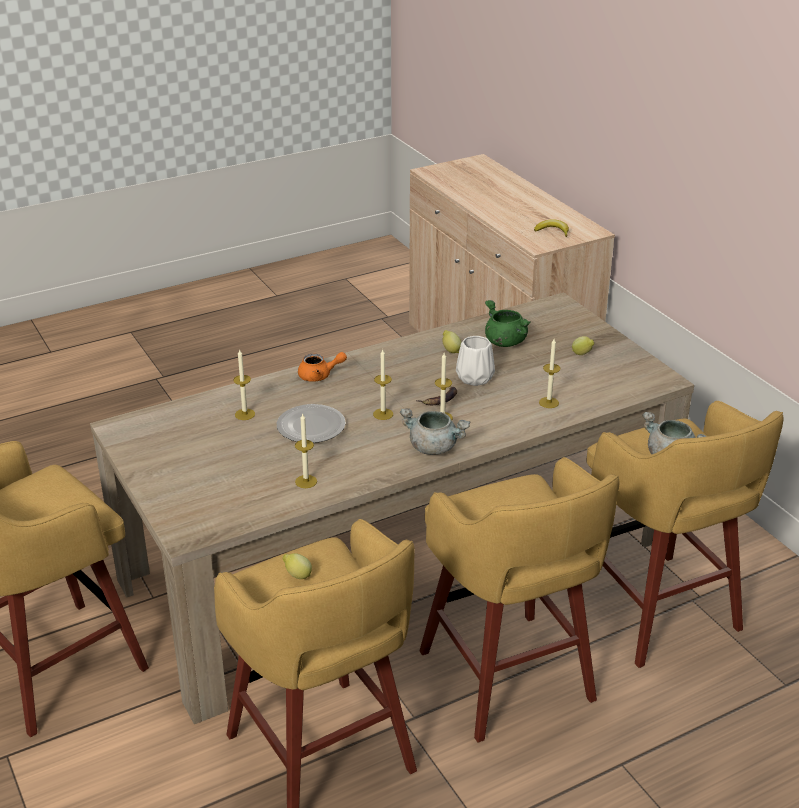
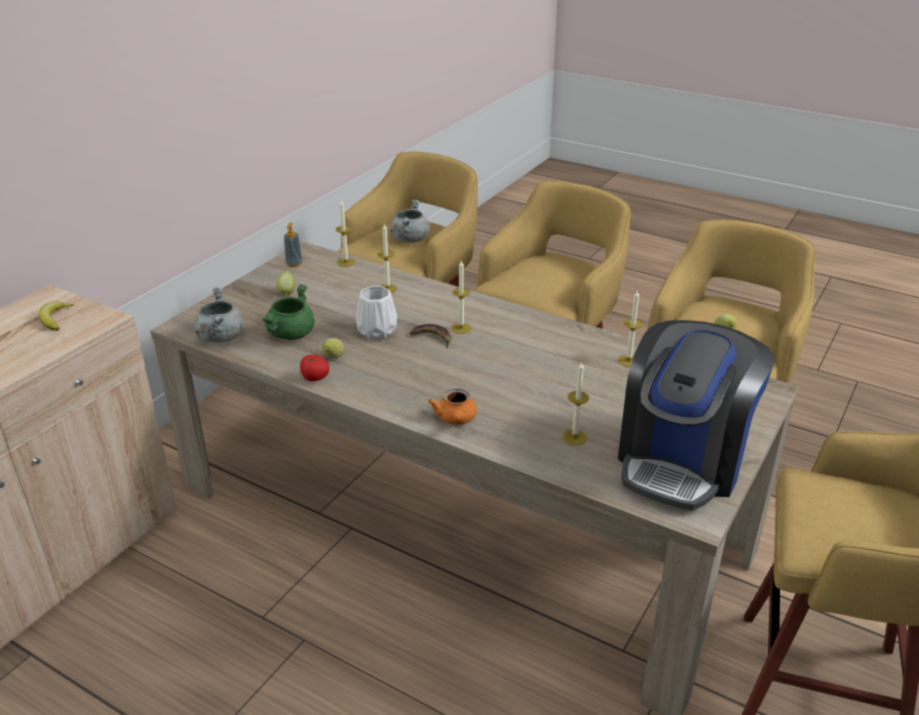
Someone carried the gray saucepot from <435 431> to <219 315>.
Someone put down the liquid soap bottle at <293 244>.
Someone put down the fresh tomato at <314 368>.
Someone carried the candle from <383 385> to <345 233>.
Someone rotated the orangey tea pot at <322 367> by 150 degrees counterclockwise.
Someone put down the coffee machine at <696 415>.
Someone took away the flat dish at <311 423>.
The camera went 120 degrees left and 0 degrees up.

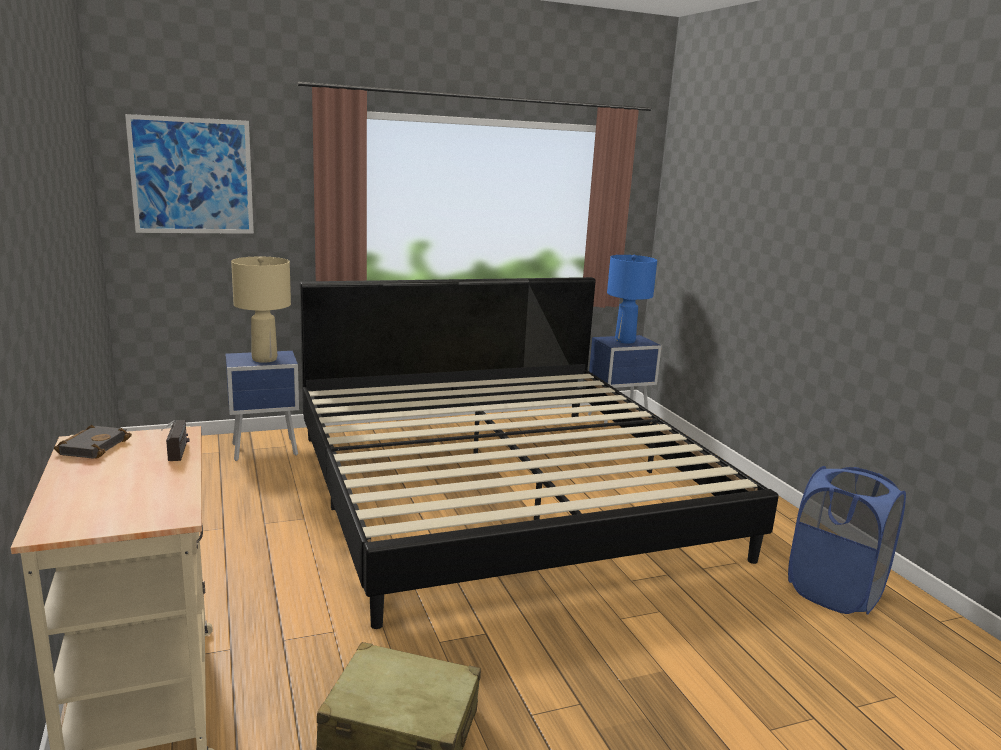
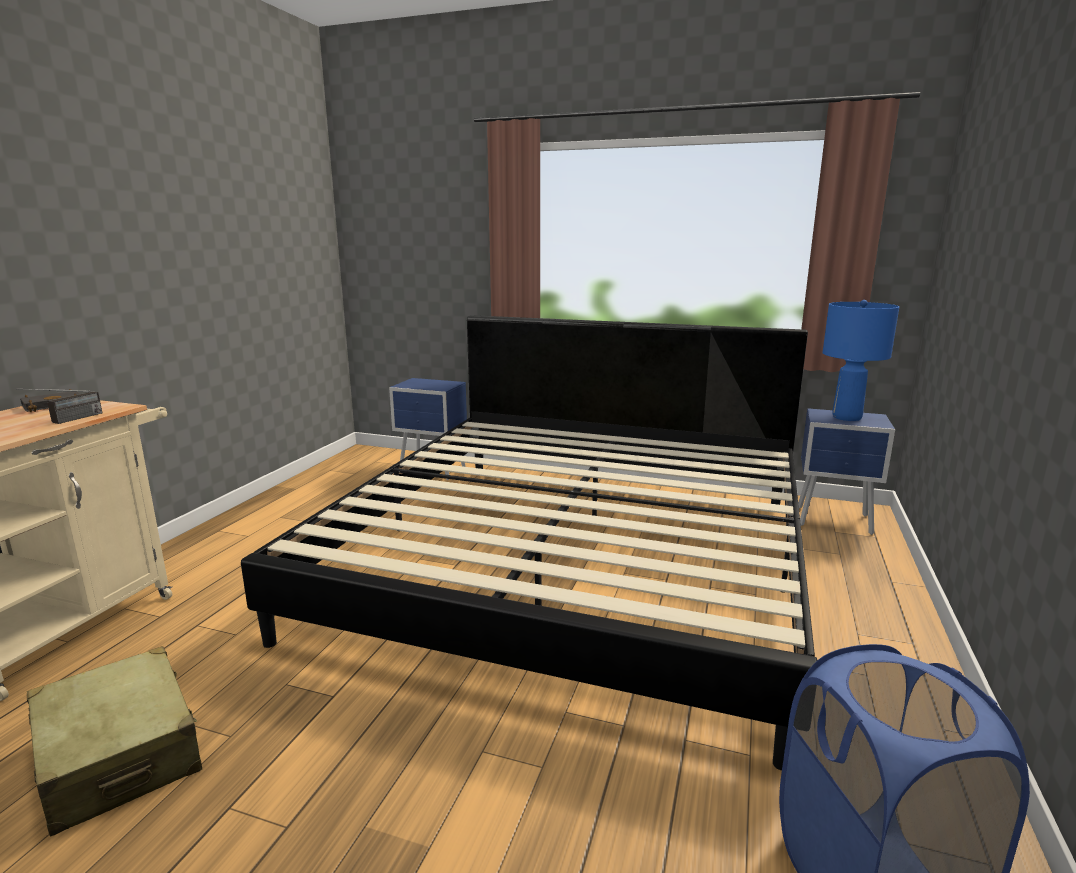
Someone took away the wall art at <189 174>.
Someone took away the beige table lamp at <261 310>.
The camera went 40 degrees right and 0 degrees up.

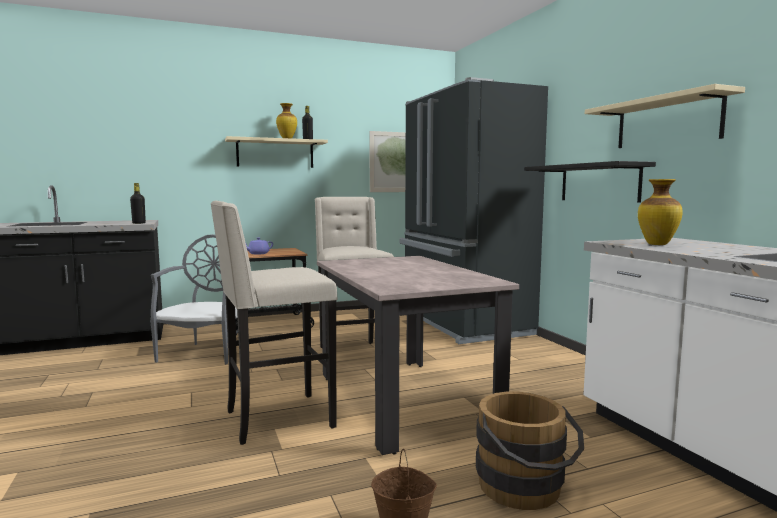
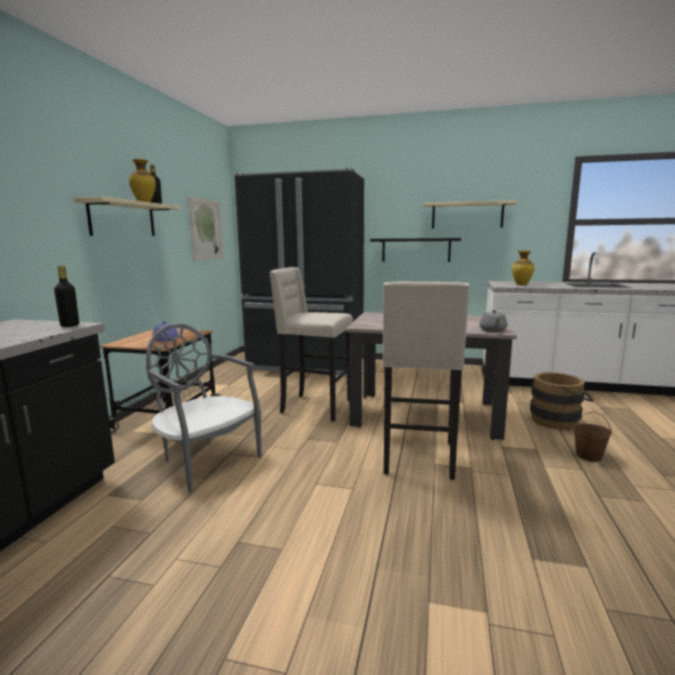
Someone put down the gray tea pot at <493 321>.
The camera went 55 degrees left and 5 degrees up.

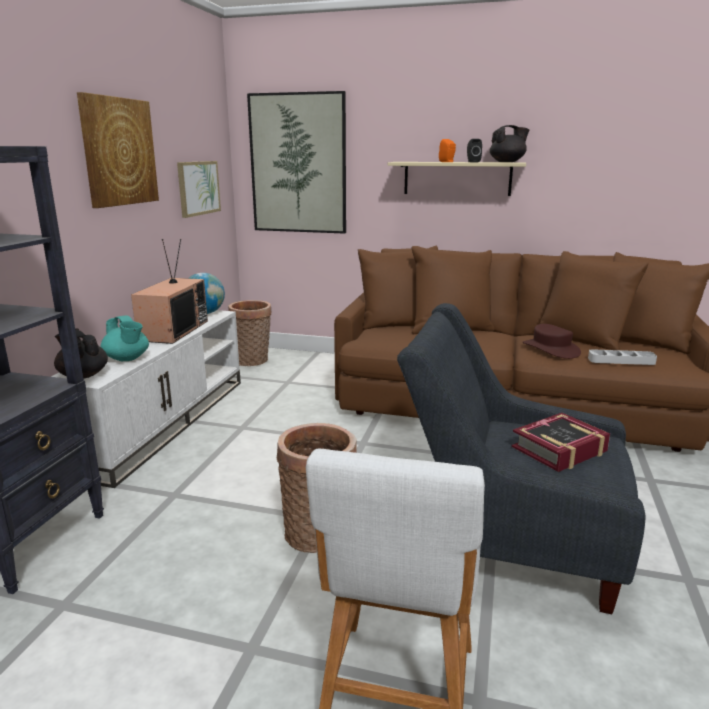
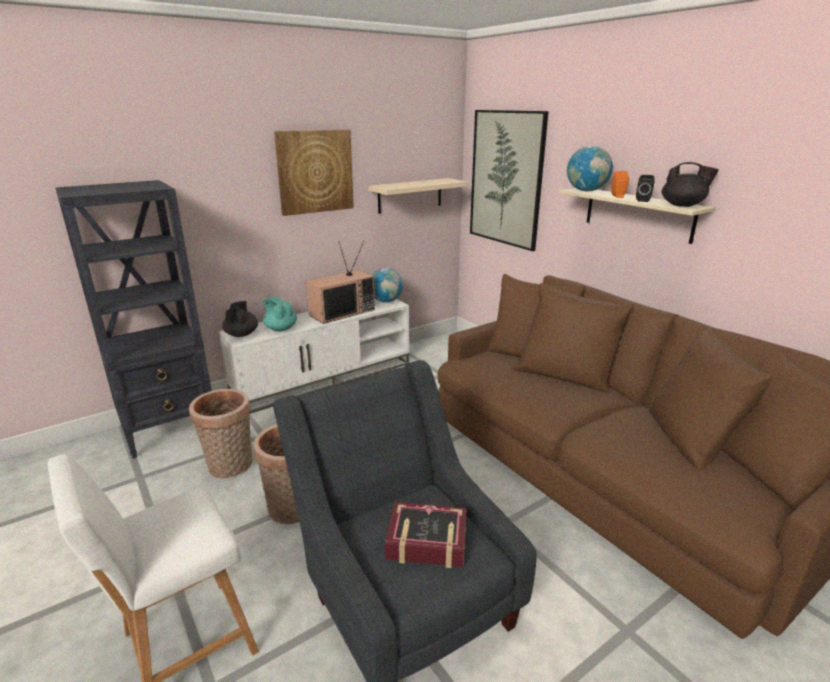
Someone carried the household basket from <250 333> to <221 434>.
Someone rotated the blue-green tea pot at <124 338> by 135 degrees clockwise.
Someone swapped the wall art at <199 189> for the beige wall shelf at <418 196>.
Someone put down the desk globe at <590 168>.
Someone took away the brown wearable hat at <552 341>.
Someone took away the gray serving tray at <622 357>.
The camera went 40 degrees right and 5 degrees up.

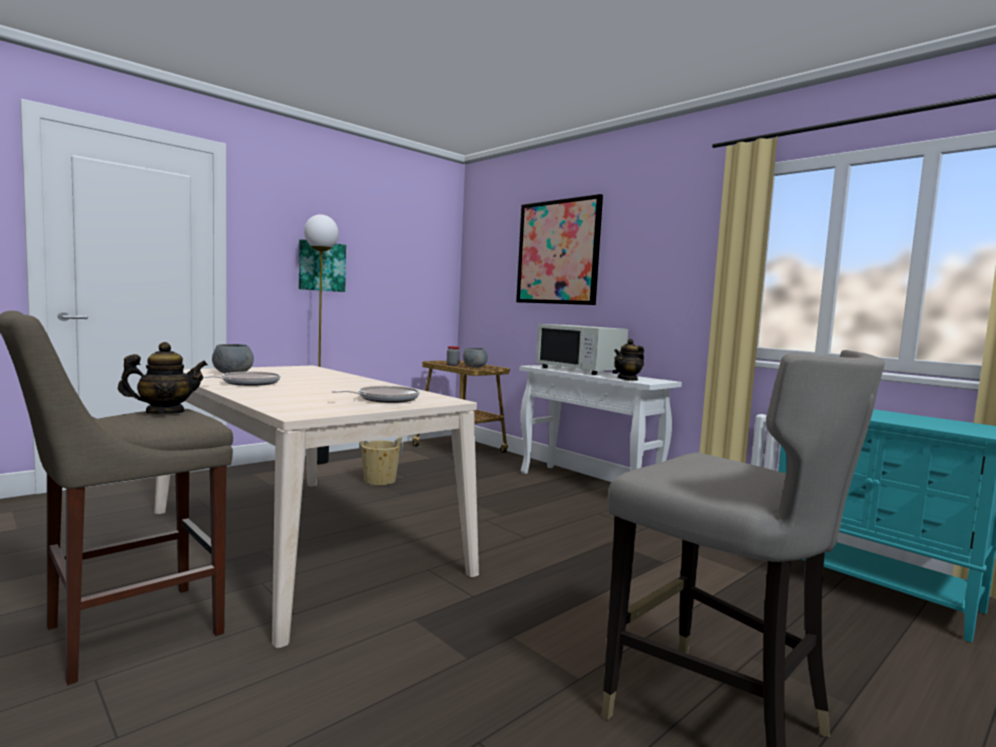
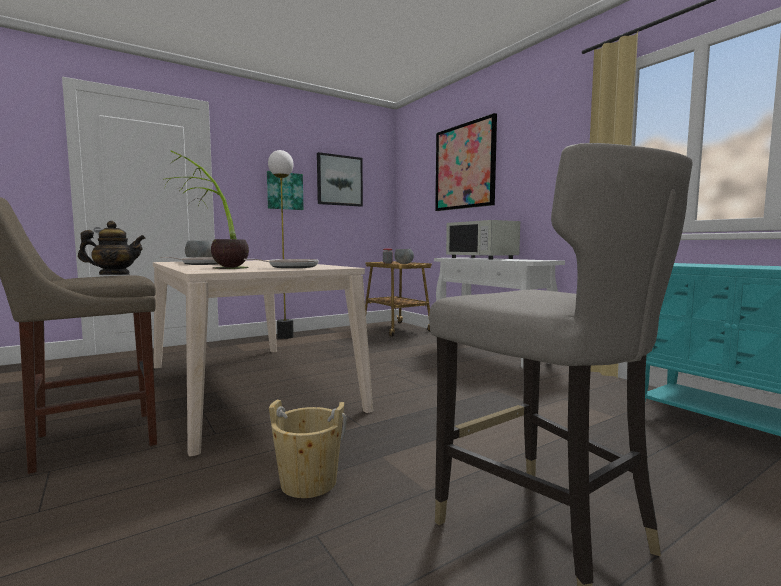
Someone put down the potted plant at <207 209>.
Someone carried the beige water bucket from <381 460> to <308 449>.
Someone put up the wall art at <340 179>.
Someone took away the tea pot at <629 360>.
The camera went 10 degrees right and 0 degrees up.

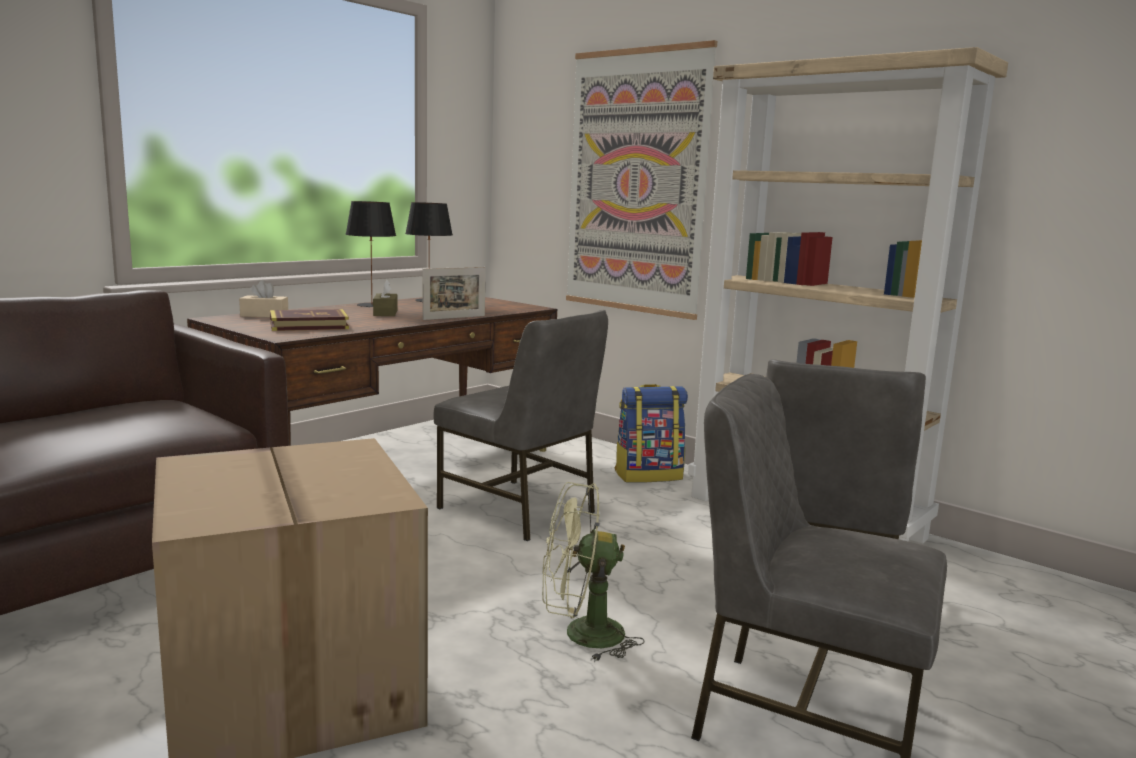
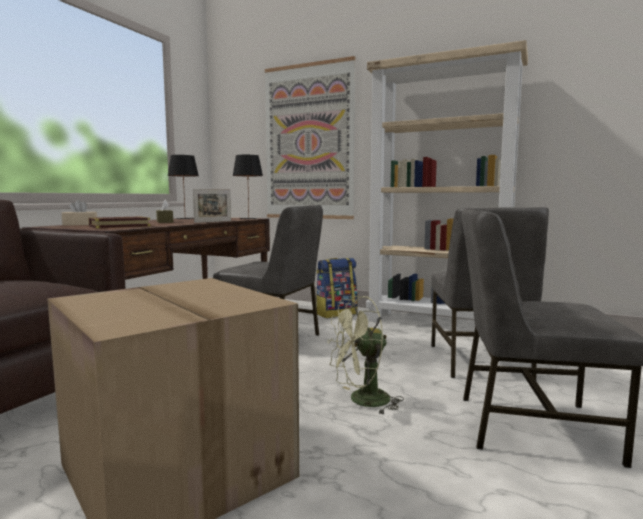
Someone carried the black-coloured table lamp from <370 254> to <248 187>.
The camera went 15 degrees left and 5 degrees down.

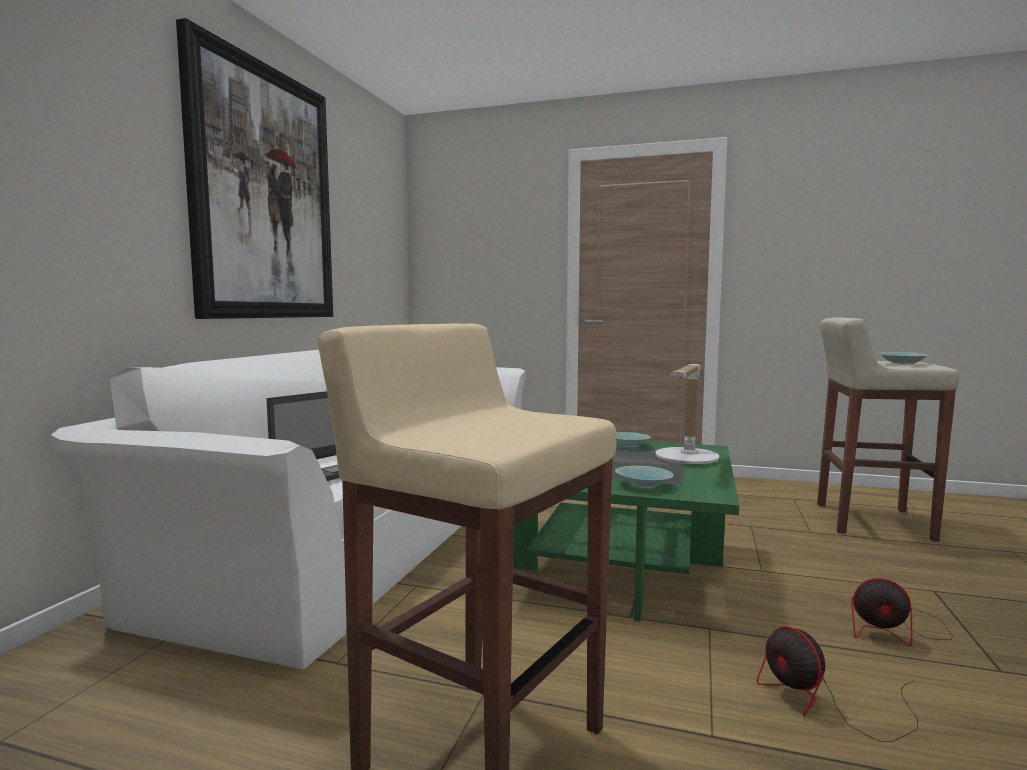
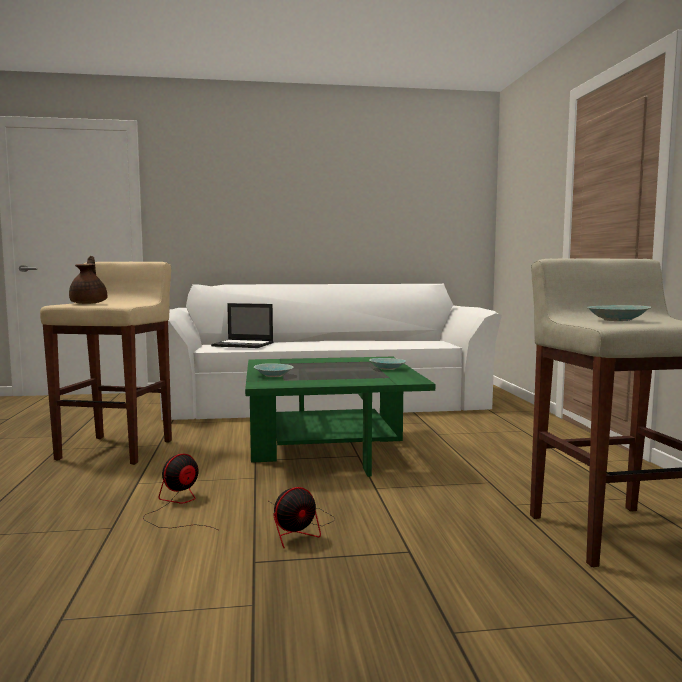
Someone put down the brown tea pot at <88 280>.
Someone rotated the cooling fan at <902 612> by 120 degrees counterclockwise.
Someone took away the wall art at <254 168>.
Someone took away the table lamp at <687 414>.
The camera went 65 degrees right and 0 degrees up.

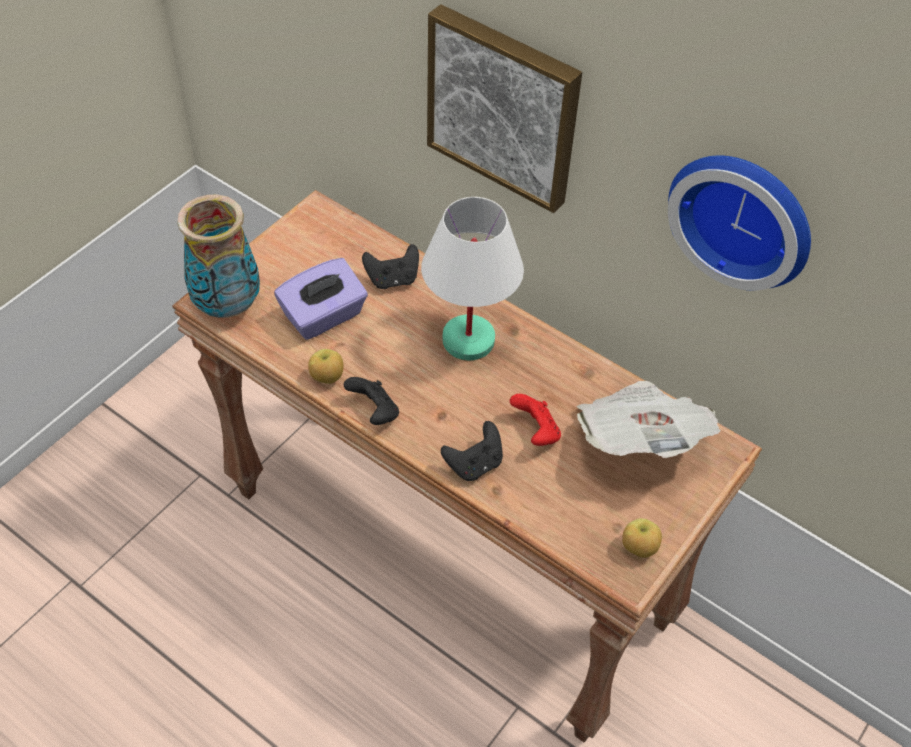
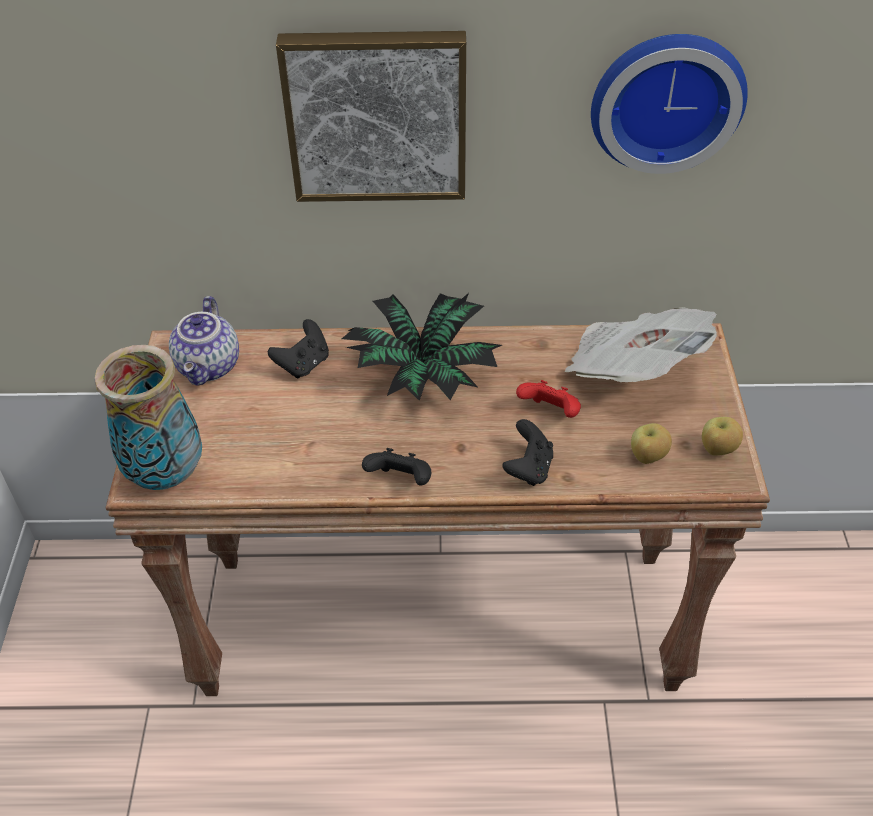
Someone put down the tea pot at <204 341>.
Someone swapped the white-coloured table lamp at <472 278> for the potted plant at <422 347>.
Someone carried the apple fruit from <326 366> to <651 443>.
Someone took away the purple-coloured tissue box at <321 299>.
The camera went 35 degrees left and 5 degrees down.

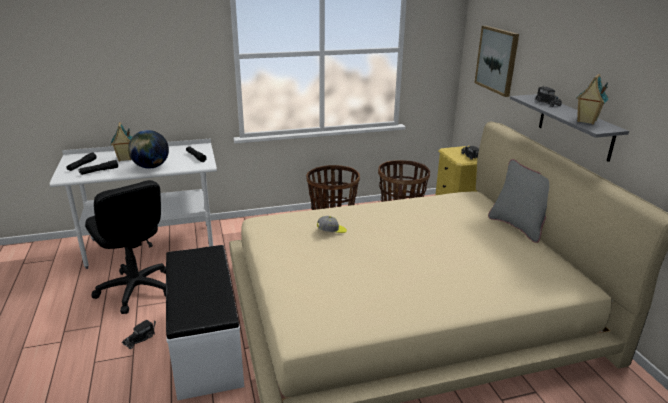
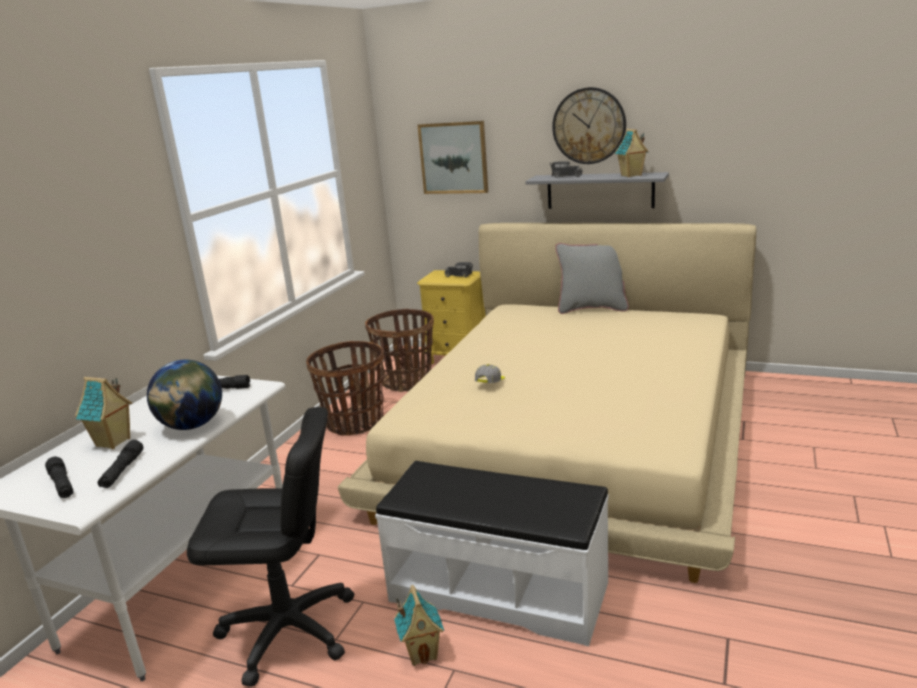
Someone swapped the toy lorry at <139 334> for the miniature house at <419 625>.
Someone put up the clock on the wall at <589 125>.
The camera went 50 degrees left and 5 degrees down.

